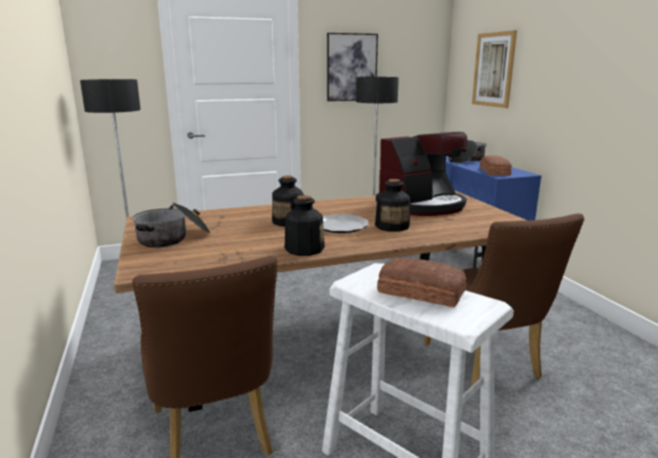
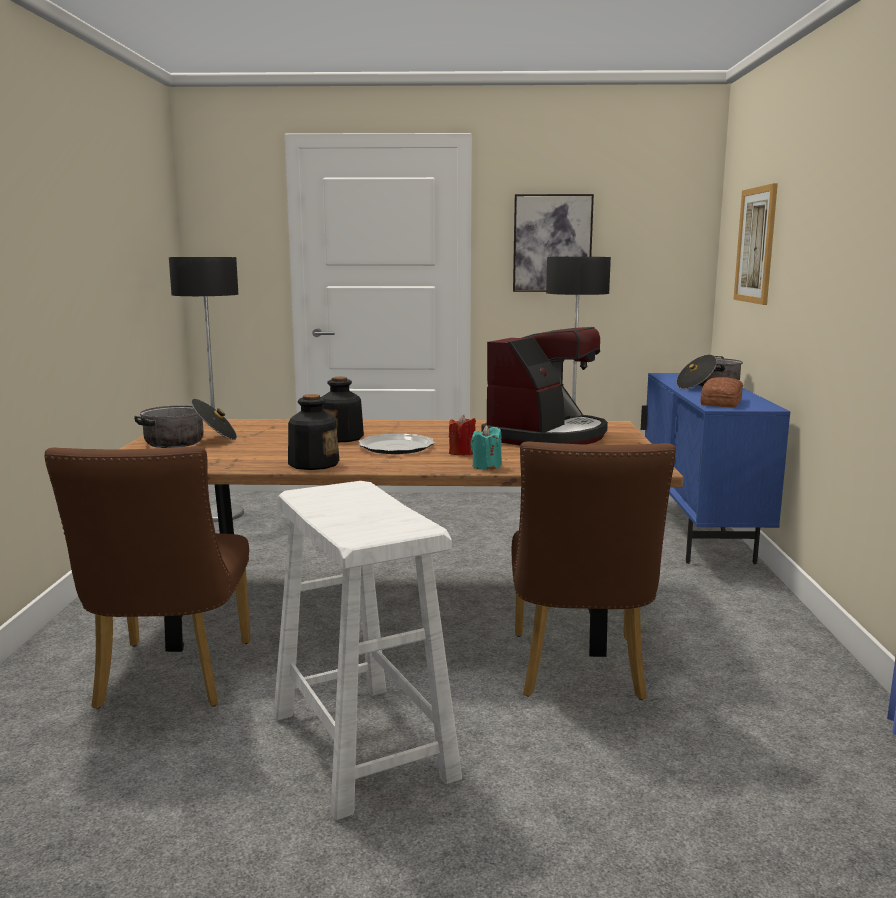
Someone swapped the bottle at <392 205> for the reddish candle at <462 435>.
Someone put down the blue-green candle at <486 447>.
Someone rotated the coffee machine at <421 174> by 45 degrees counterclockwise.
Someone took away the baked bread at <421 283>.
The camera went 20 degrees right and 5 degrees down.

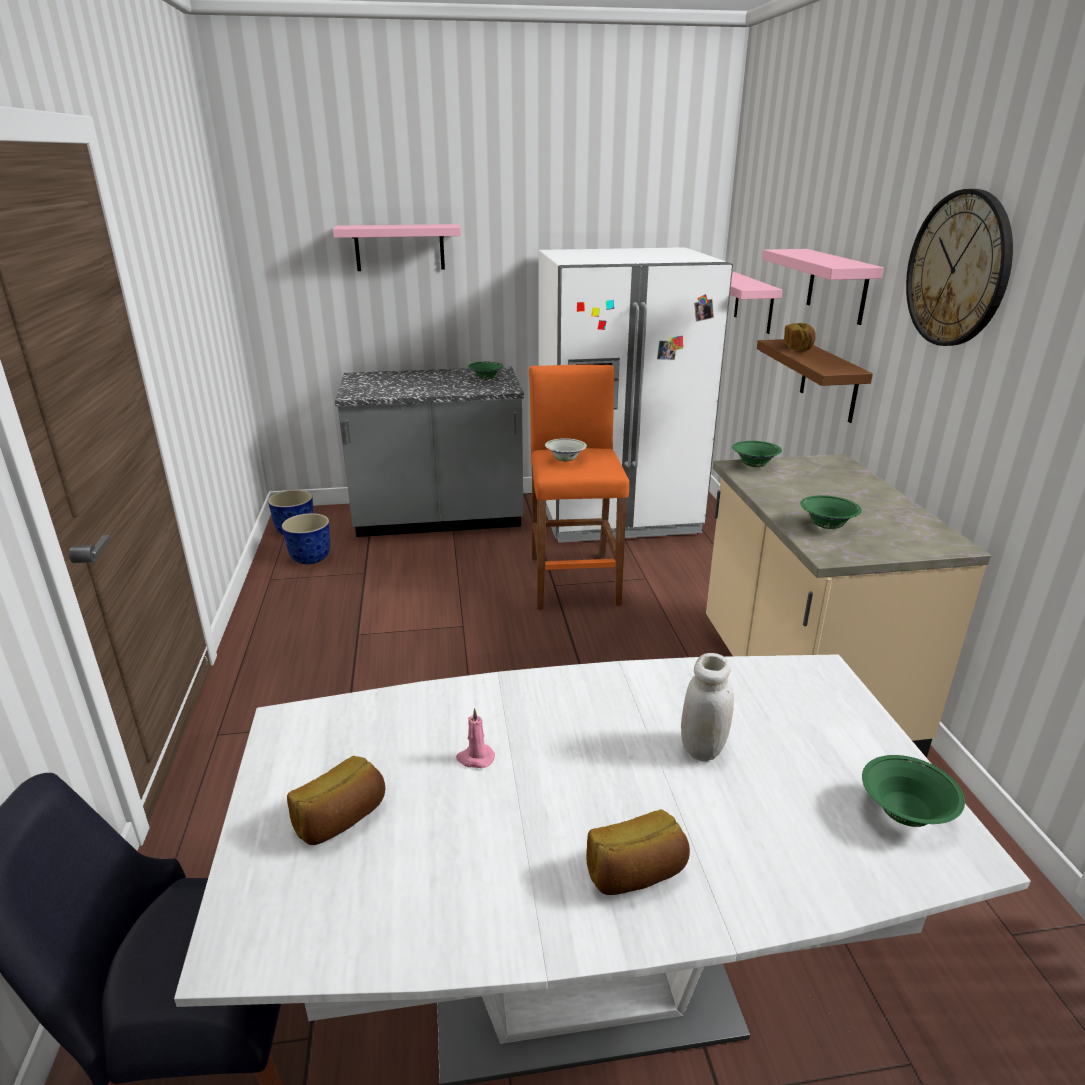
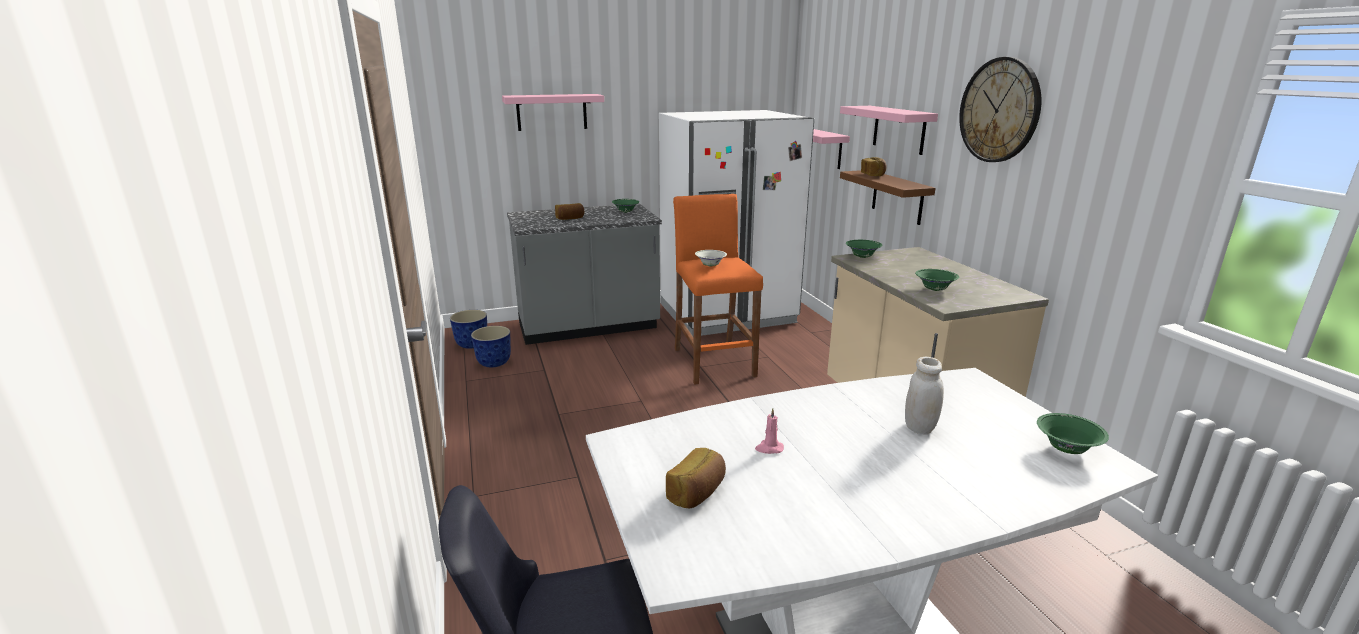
Someone carried the baked bread from <638 852> to <569 211>.
The camera went 10 degrees left and 5 degrees down.

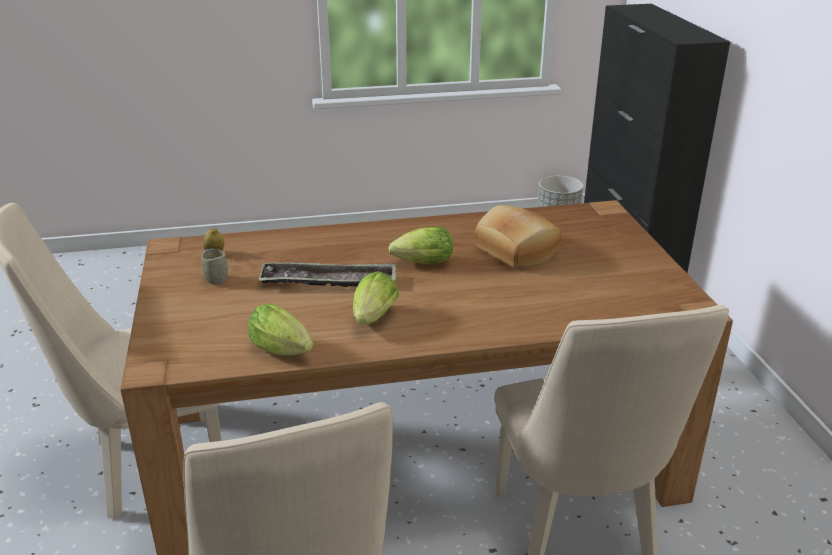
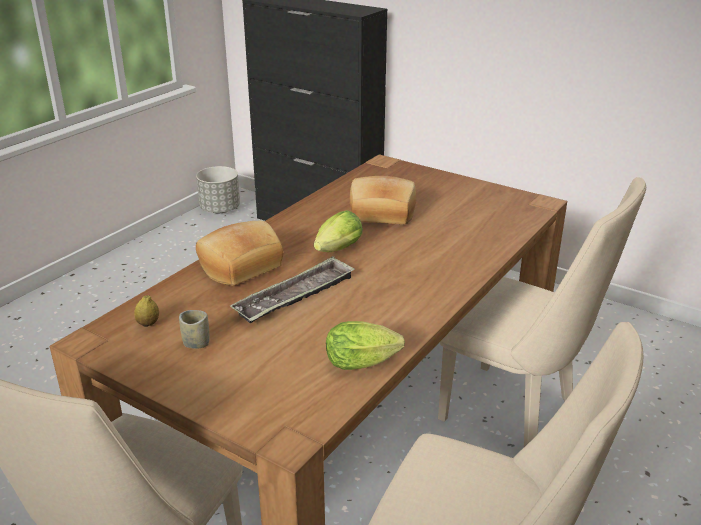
Someone put down the baked bread at <240 253>.
Someone took away the head of lettuce at <376 298>.
The camera went 45 degrees left and 0 degrees up.

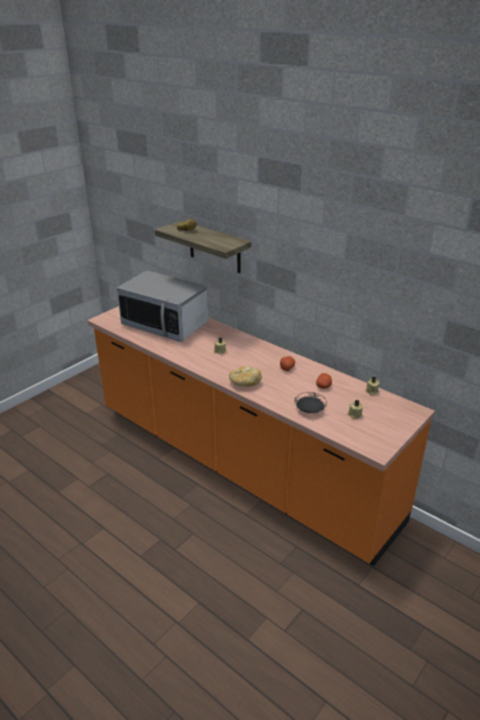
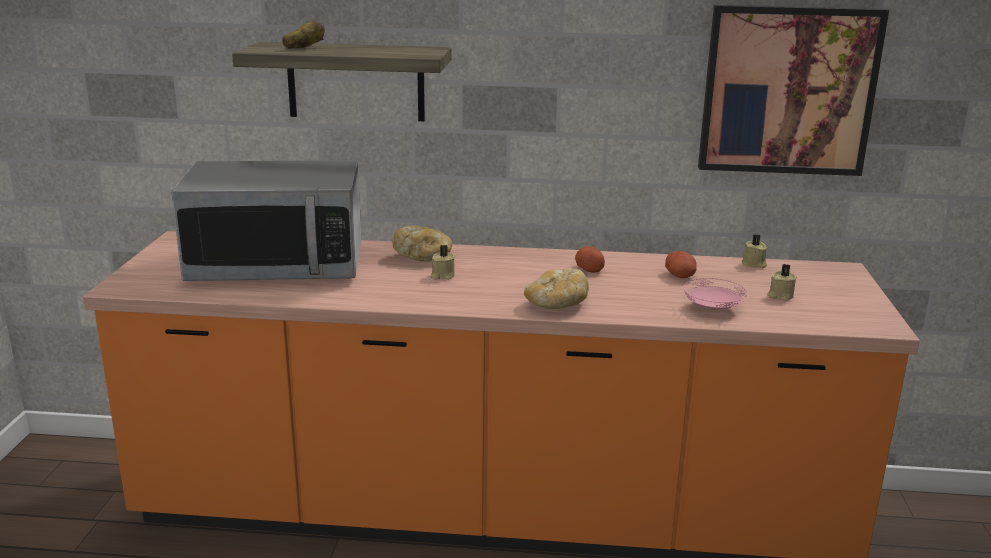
Someone put down the baked bread at <422 243>.
Someone repainted the black-coloured flat dish at <310 402>, which became the pink flat dish at <715 294>.
Someone put up the wall art at <793 90>.
The camera went 35 degrees left and 10 degrees down.

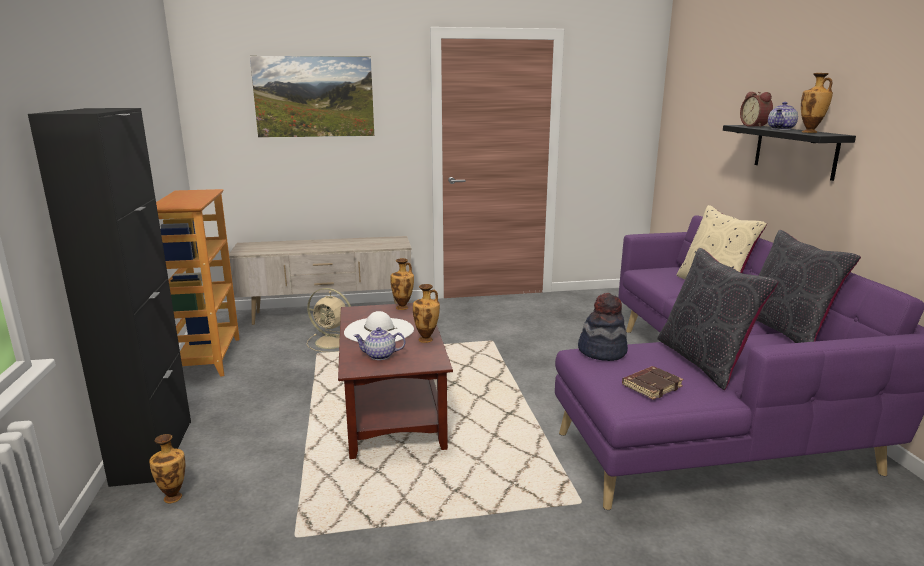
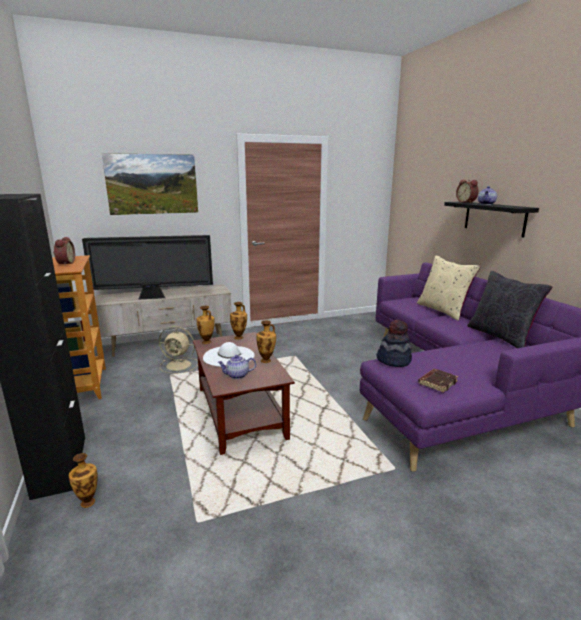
Someone put down the table clock at <64 251>.
Someone put down the television at <147 267>.
Someone carried the vase from <817 103> to <206 325>.
Someone took away the black-coloured throw pillow at <717 319>.
The camera went 10 degrees left and 0 degrees up.

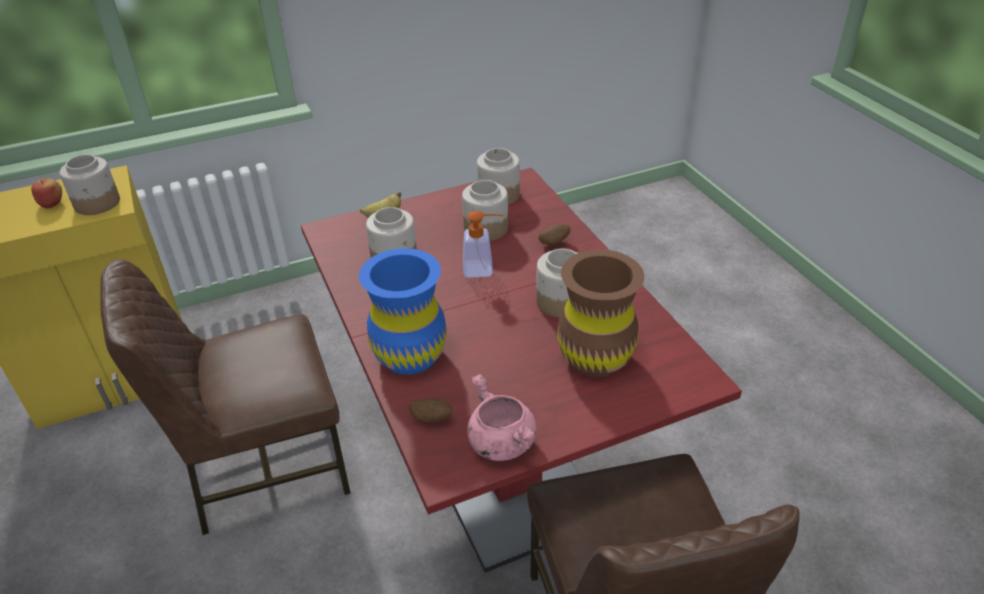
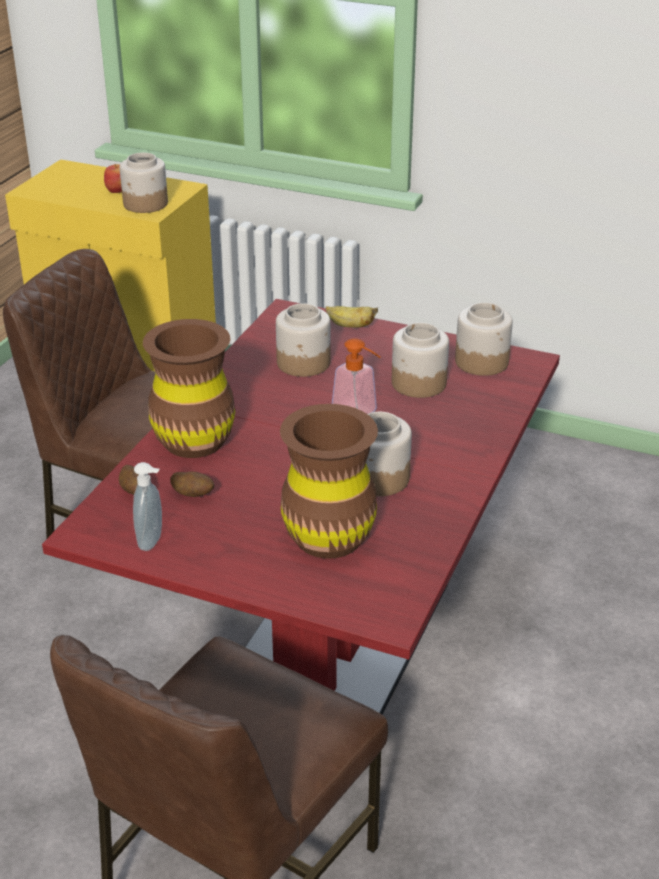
Someone swapped the pink saucepot at <502 417> for the liquid soap bottle at <147 506>.
Someone repainted the blue vase at <403 311>, which became the brown vase at <189 388>.
Someone carried the spud from <555 234> to <192 484>.
The camera went 45 degrees right and 5 degrees down.

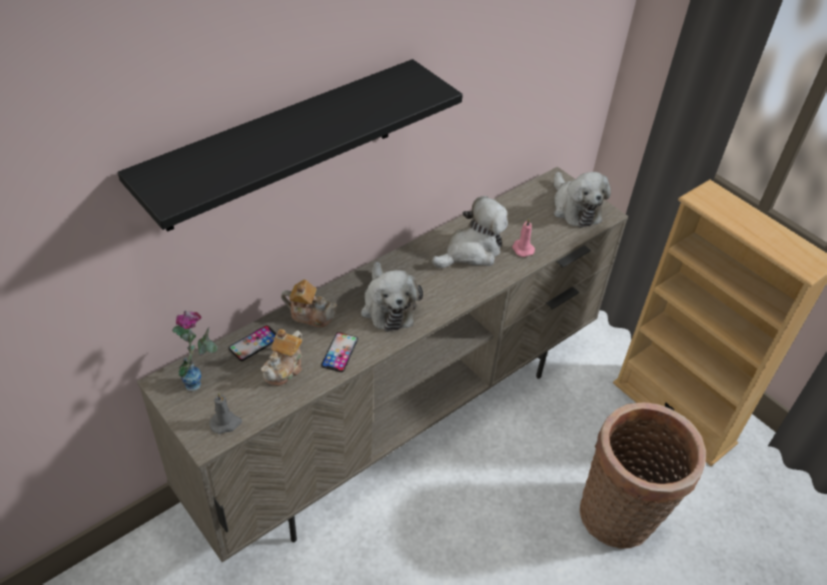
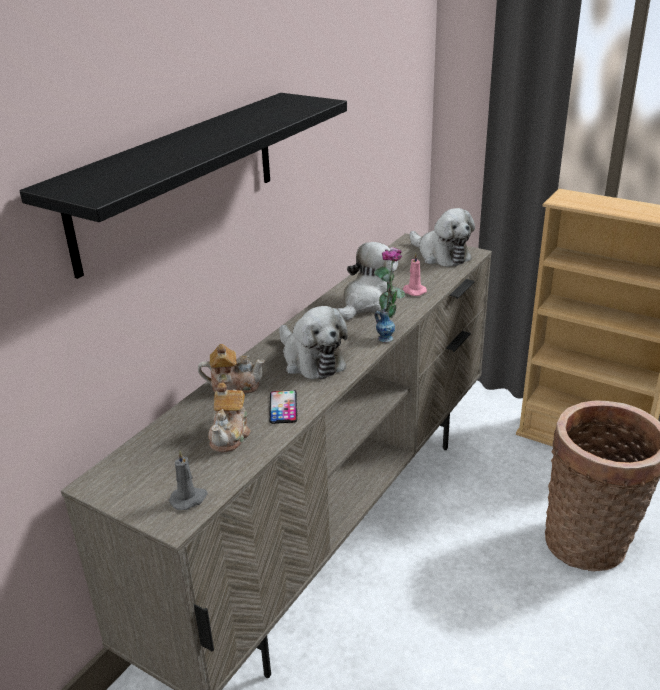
Someone carried the vase from <194 351> to <389 295>.
Someone took away the telephone at <252 343>.
The camera went 15 degrees left and 15 degrees down.

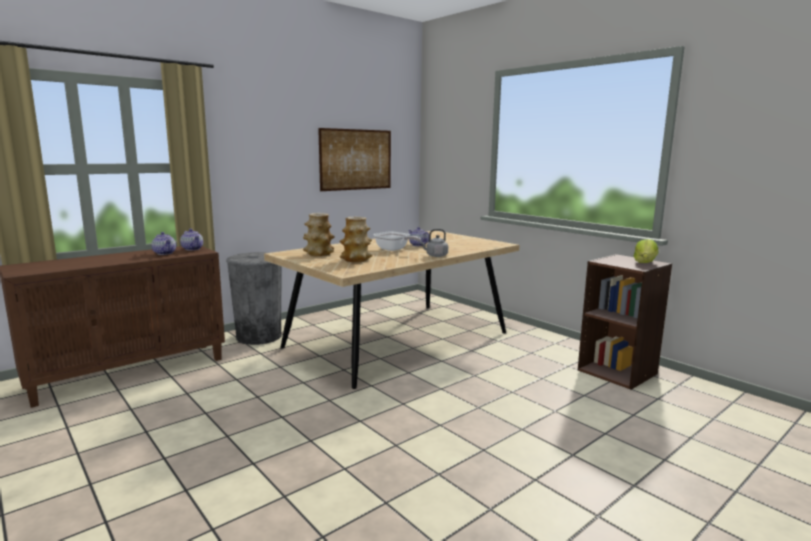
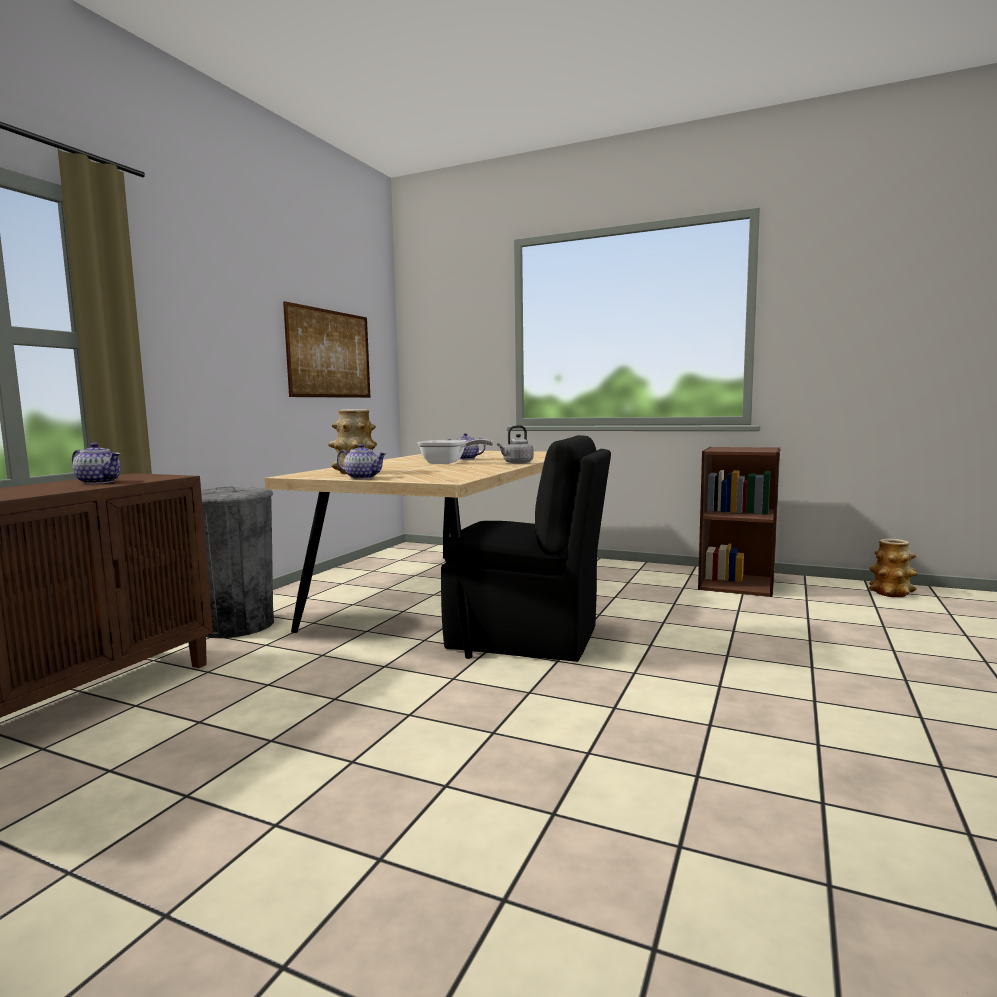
Someone carried the tea pot from <191 240> to <362 461>.
Someone put down the black-coloured plain chair at <526 548>.
Someone carried the vase from <356 239> to <893 568>.
Someone took away the head of lettuce at <646 251>.
The camera went 25 degrees left and 5 degrees down.

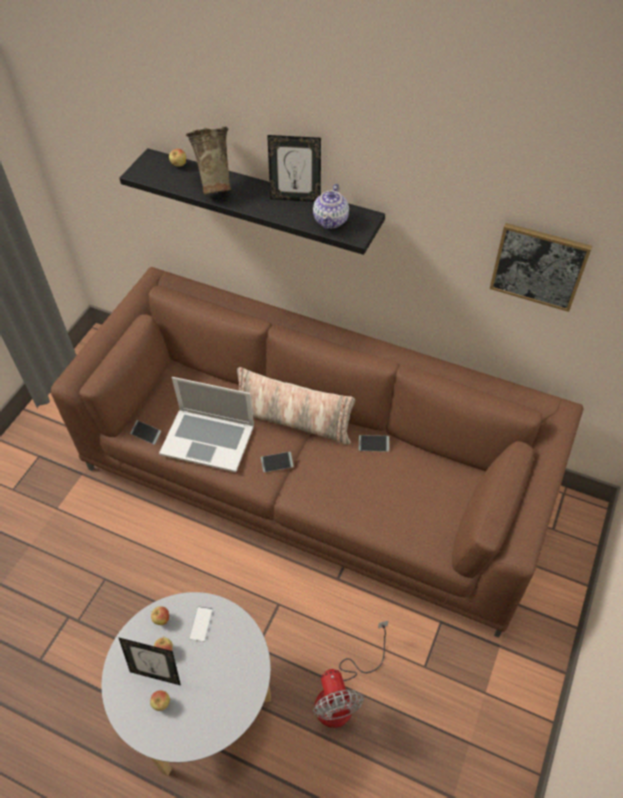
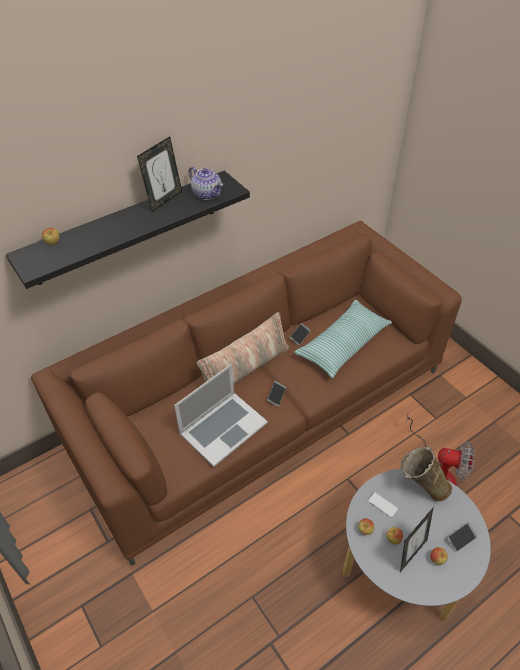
Someone put down the throw pillow at <343 339>.
Someone carried the beige vase from <208 160> to <426 473>.
Someone carried the telephone from <145 432> to <462 537>.
Someone took away the wall art at <541 267>.
The camera went 60 degrees left and 5 degrees down.

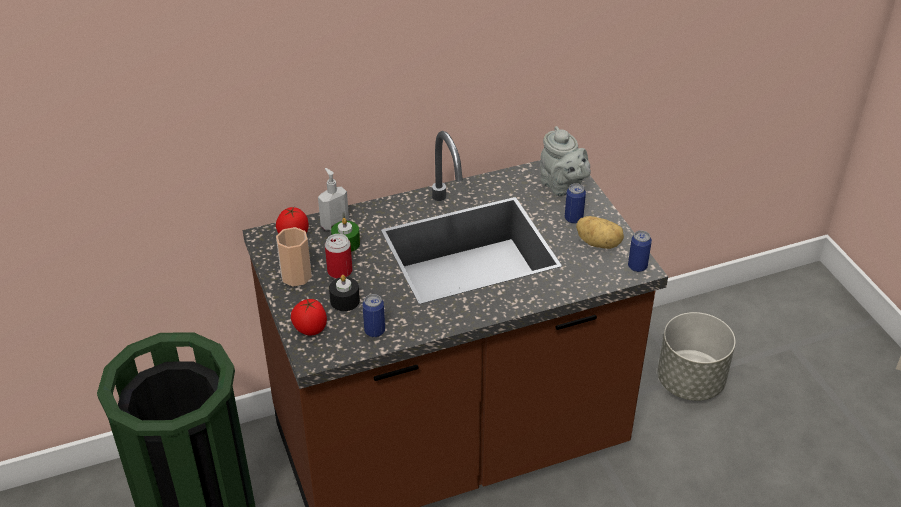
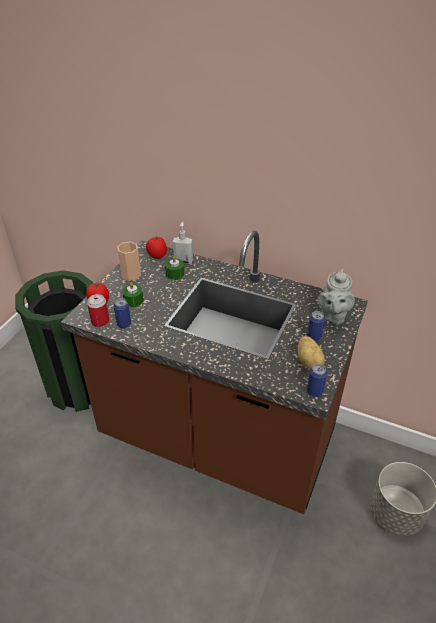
Someone carried the metal can from <338 256> to <98 310>.
Someone repainted the black-coloured candle at <344 293>, which became the green candle at <133 294>.
The camera went 45 degrees right and 0 degrees up.

